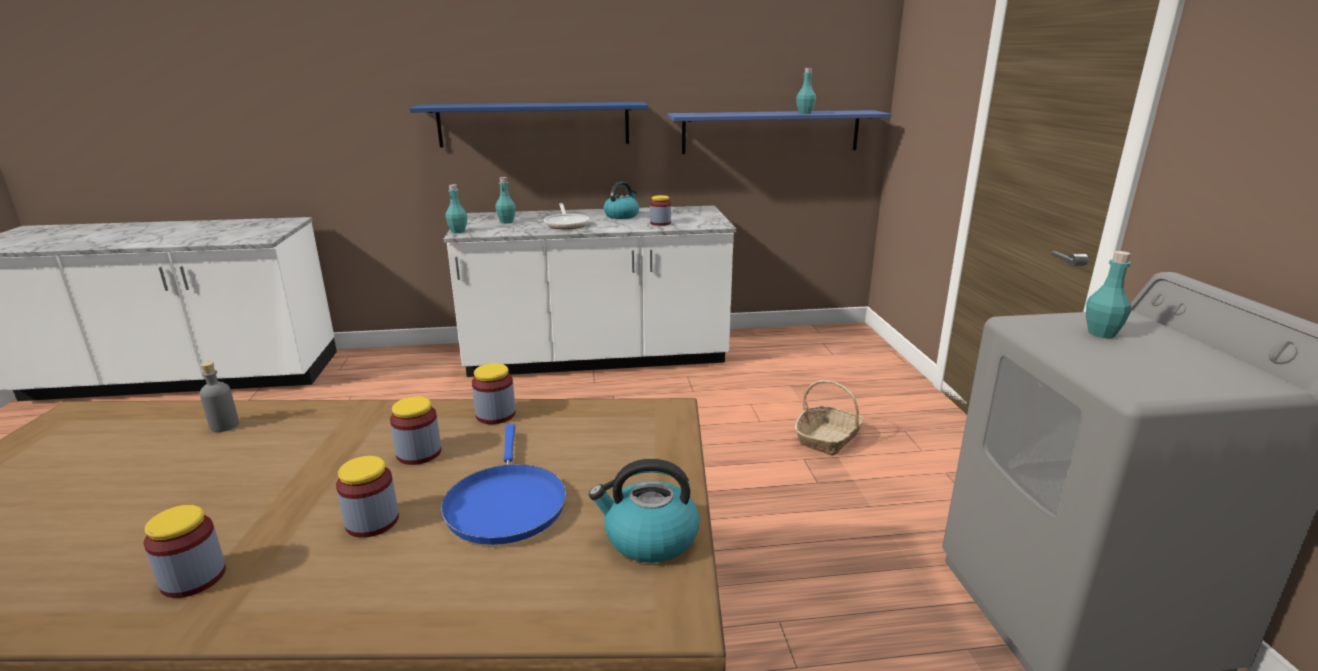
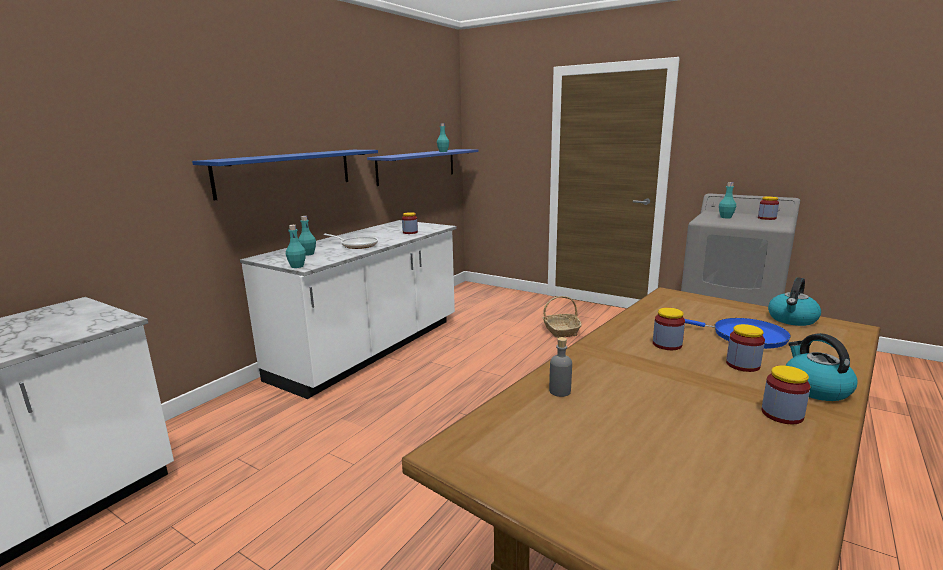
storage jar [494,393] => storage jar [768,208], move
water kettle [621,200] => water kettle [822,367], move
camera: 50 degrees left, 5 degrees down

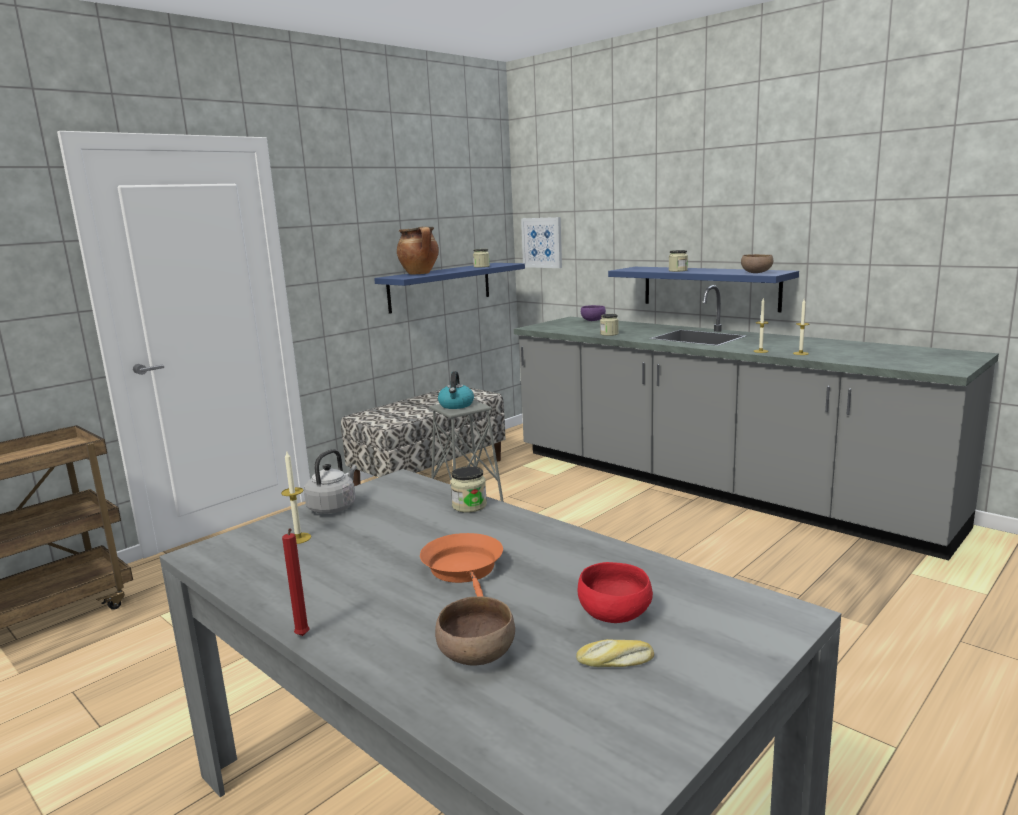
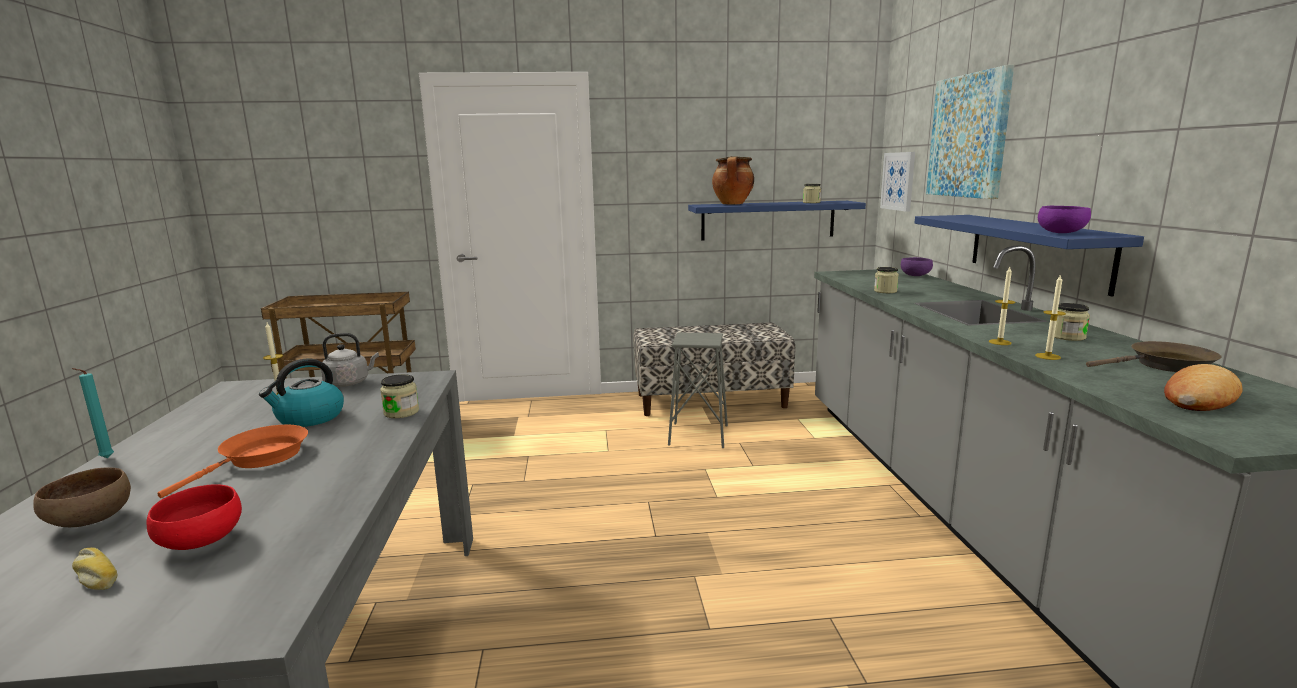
nothing => wall art [970,132]
nothing => brown pan [1154,356]
nothing => bakery bread [1203,387]
water kettle [456,390] => water kettle [301,393], move
storage jar [678,261] => storage jar [1072,322], move
red-coloured wax light [296,582] => turquoise wax light [93,413]
brown serving bowl [757,263] => purplish serving bowl [1064,219]
camera: 40 degrees right, 0 degrees up

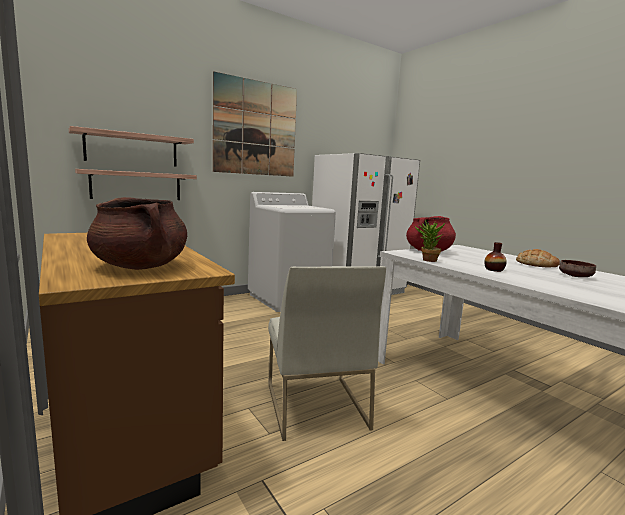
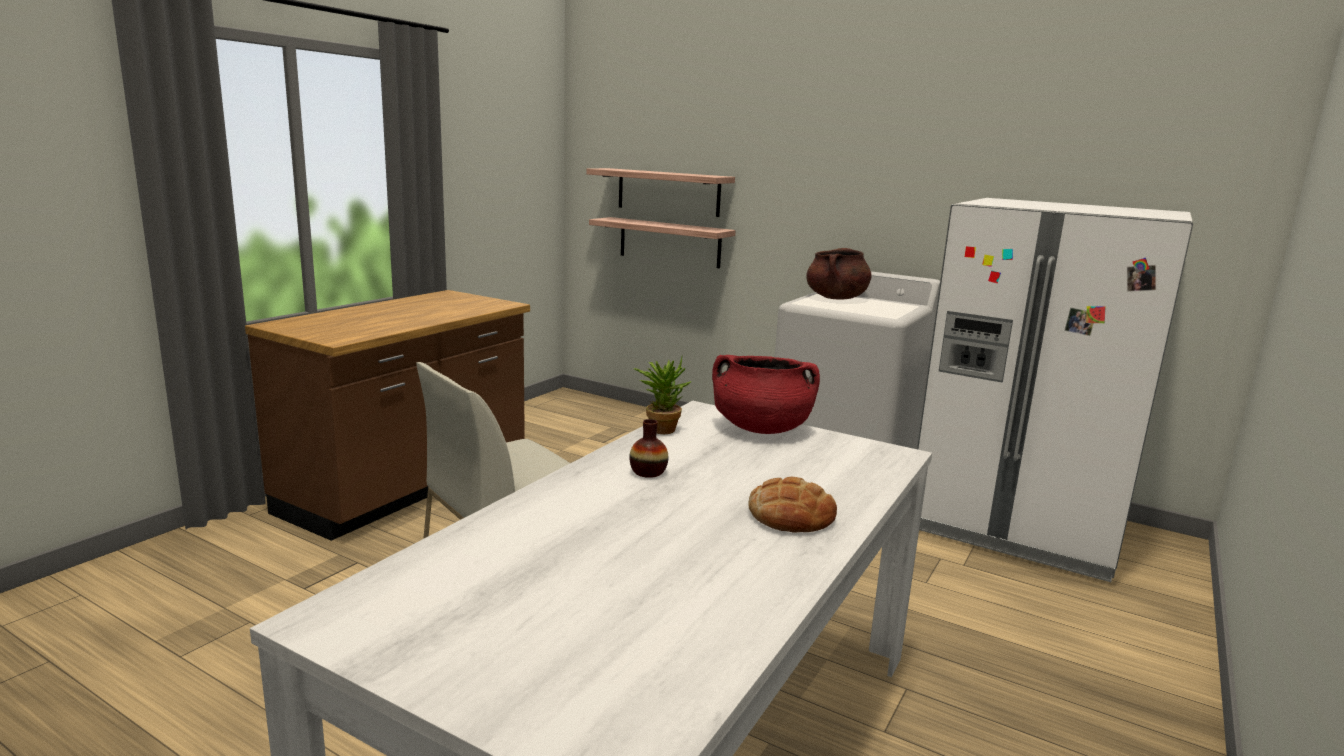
wall art [255,124] => nothing
brown serving bowl [577,268] => nothing
brown stockpot [137,233] => brown stockpot [839,273], move
camera: 65 degrees right, 5 degrees up

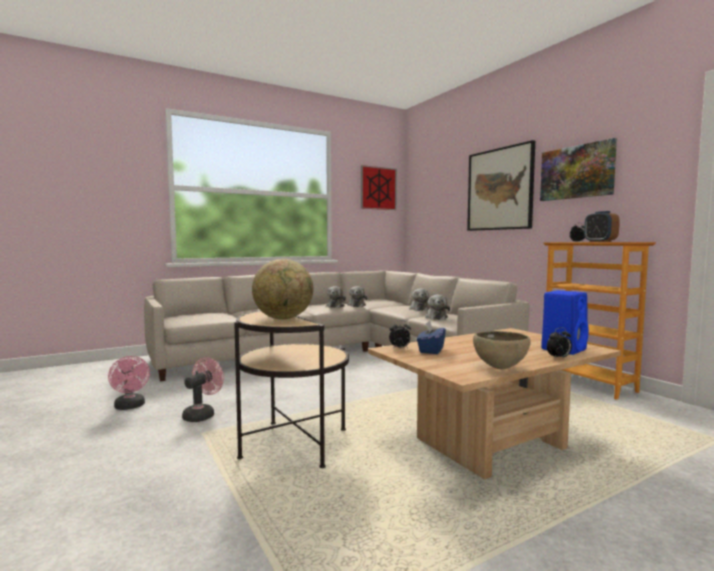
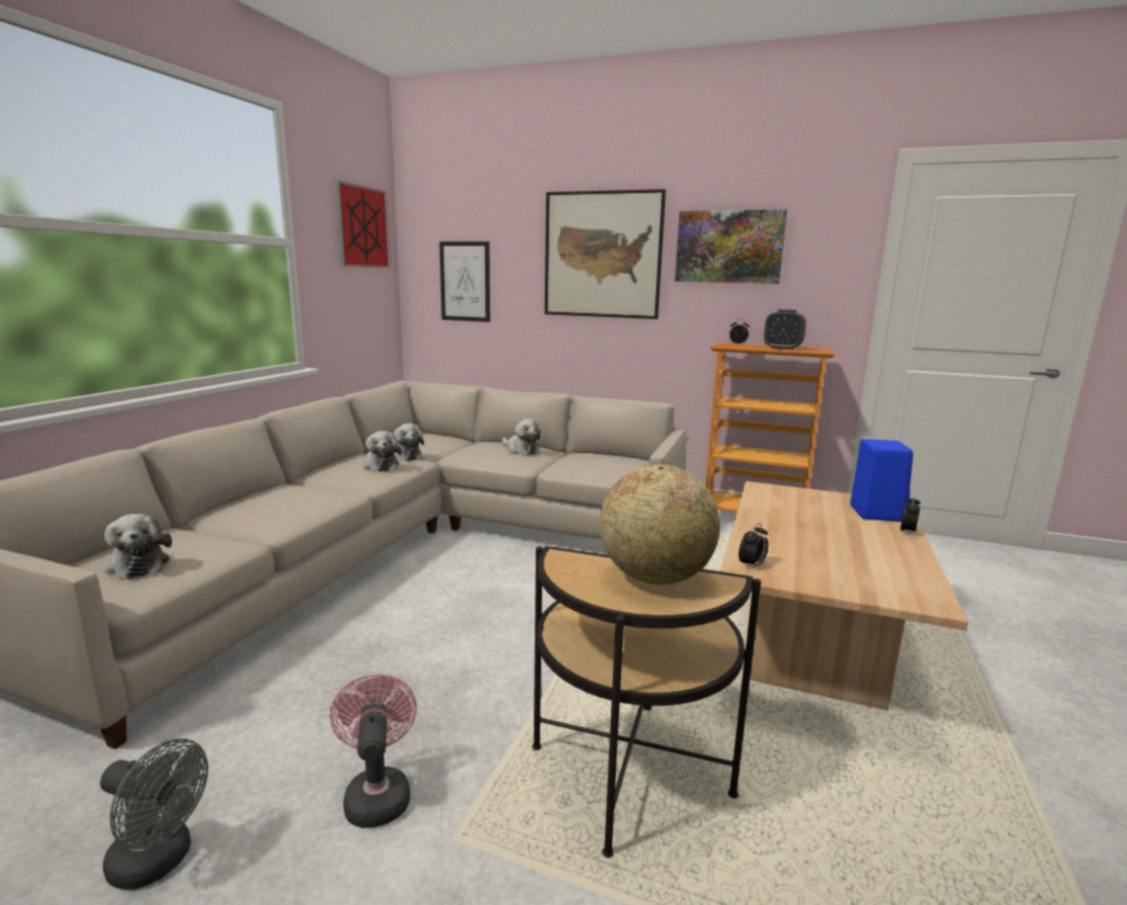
blue-coloured box of tissues [431,337] => nothing
brown serving bowl [502,350] => nothing
nothing => wall art [464,281]
plush toy [437,307] => plush toy [138,546], move
pink-coloured fan [129,383] => gray fan [154,814]
camera: 40 degrees left, 10 degrees up

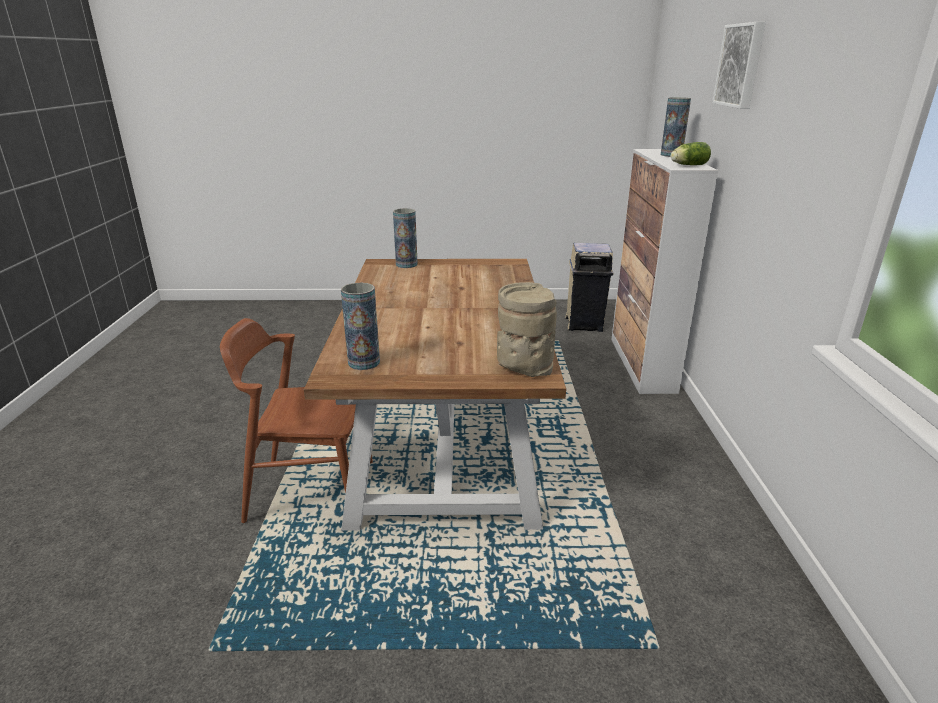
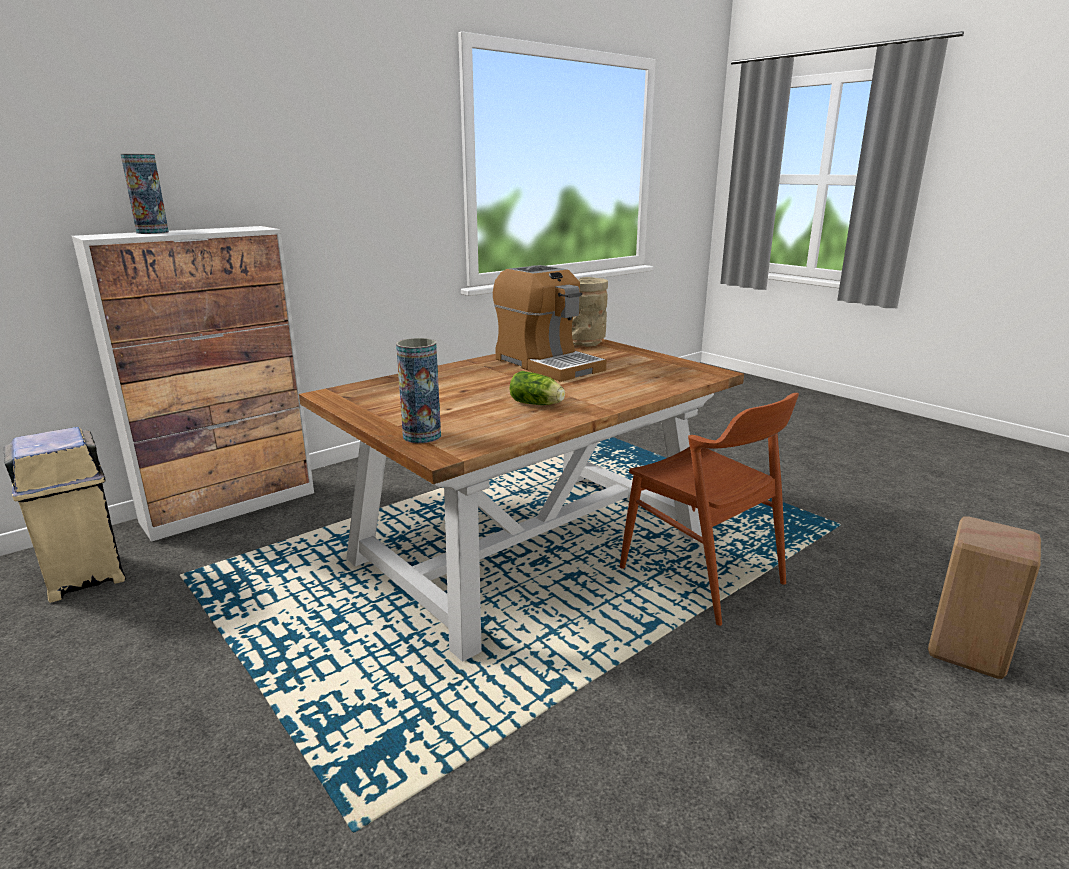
decorative vase [360,326] => nothing
wall art [739,65] => nothing
nothing => coffee brewer [549,323]
nothing => sand-coloured stool seat [984,598]
lettuce [691,153] => lettuce [537,388], move
camera: 130 degrees left, 5 degrees down

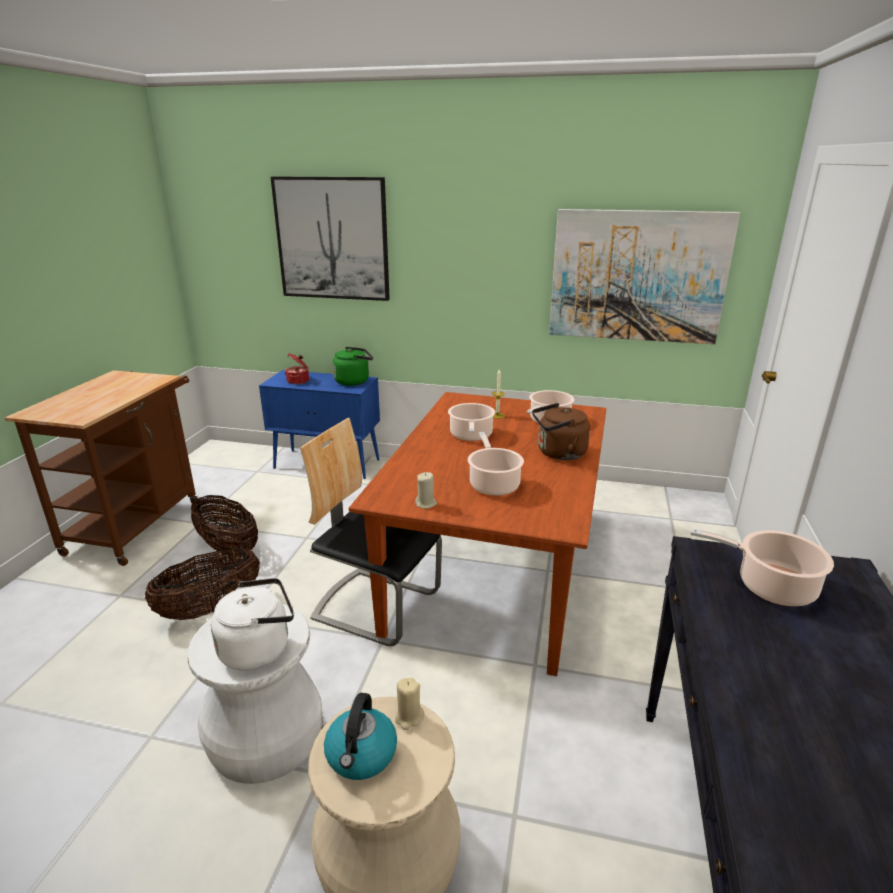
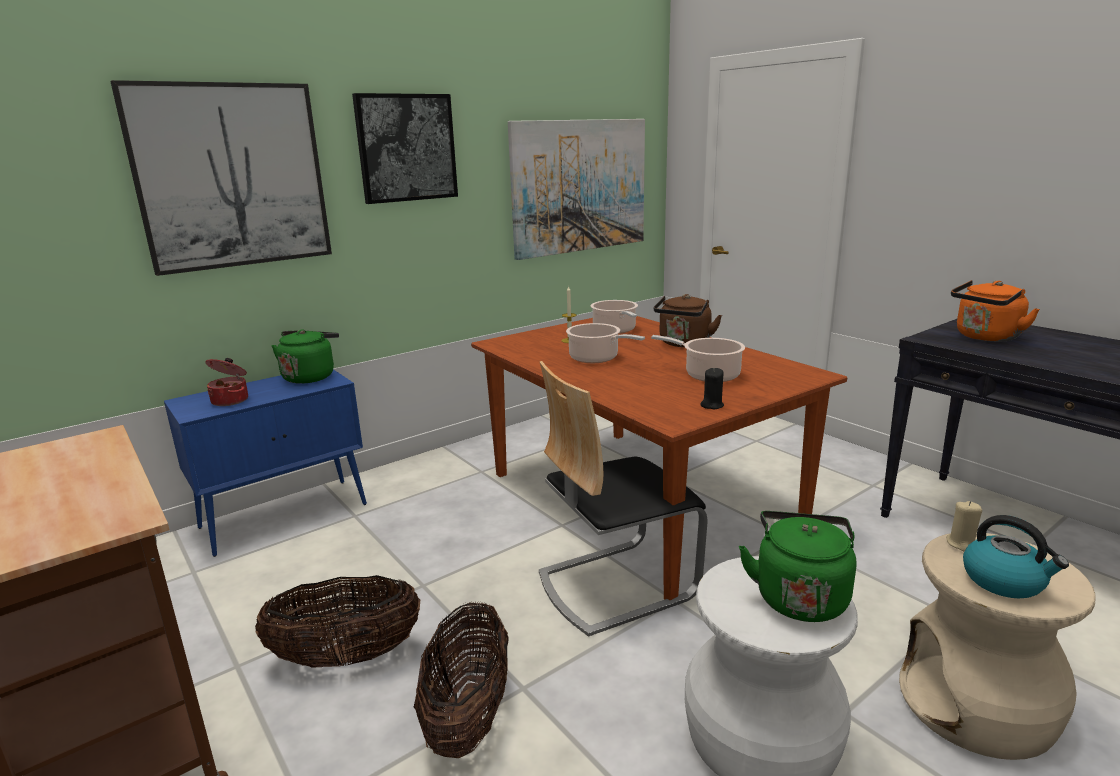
nothing => wall art [405,148]
stockpot [762,567] => orangey water kettle [995,311]
white water kettle [252,624] => green-coloured water kettle [798,566]
sand-coloured wax light [426,490] => black wax light [712,388]
camera: 50 degrees left, 5 degrees down

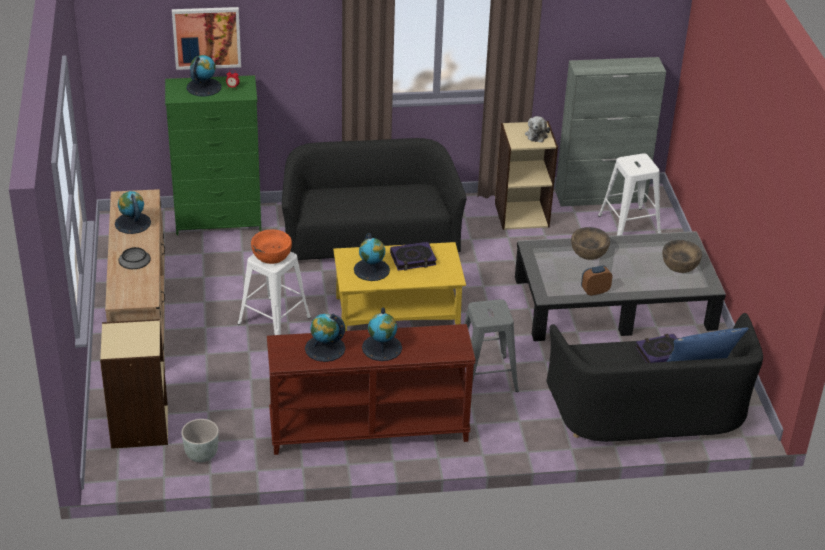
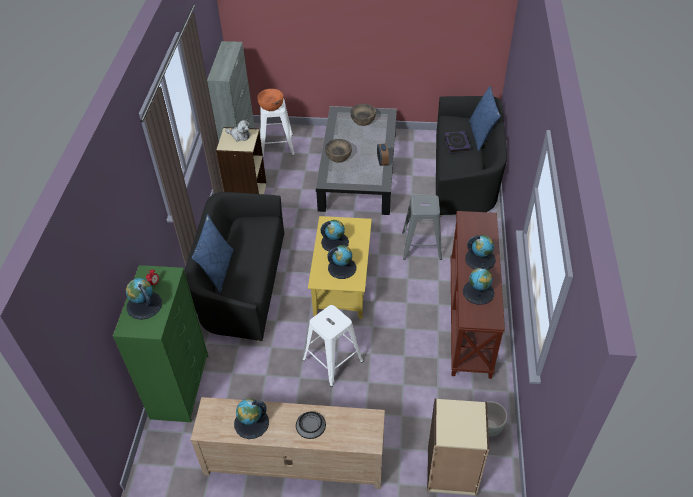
wall art [206,38] => nothing
nothing => blue-coloured throw pillow [213,253]
orangey serving bowl [271,246] => orangey serving bowl [270,100], move
volume [413,256] => globe [335,236]
camera: 75 degrees left, 10 degrees up

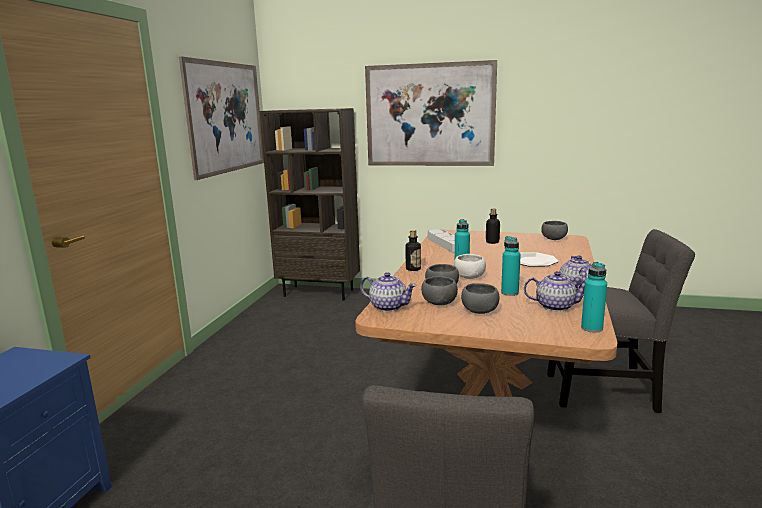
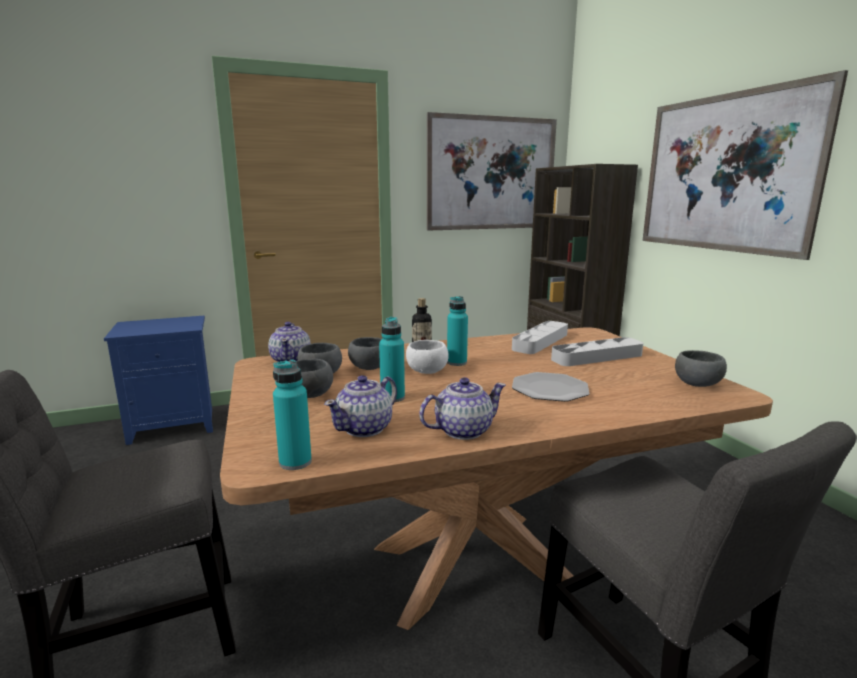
beverage bottle [493,226] => gray tray [597,351]
tea pot [554,291] => tea pot [360,406], 60 degrees clockwise
camera: 55 degrees right, 0 degrees up

